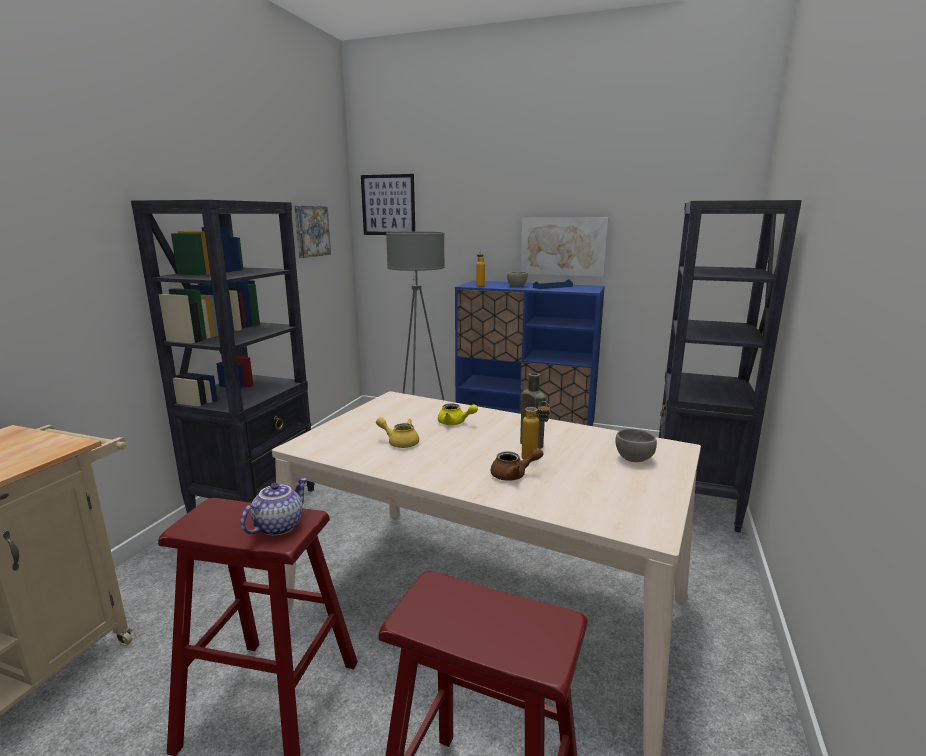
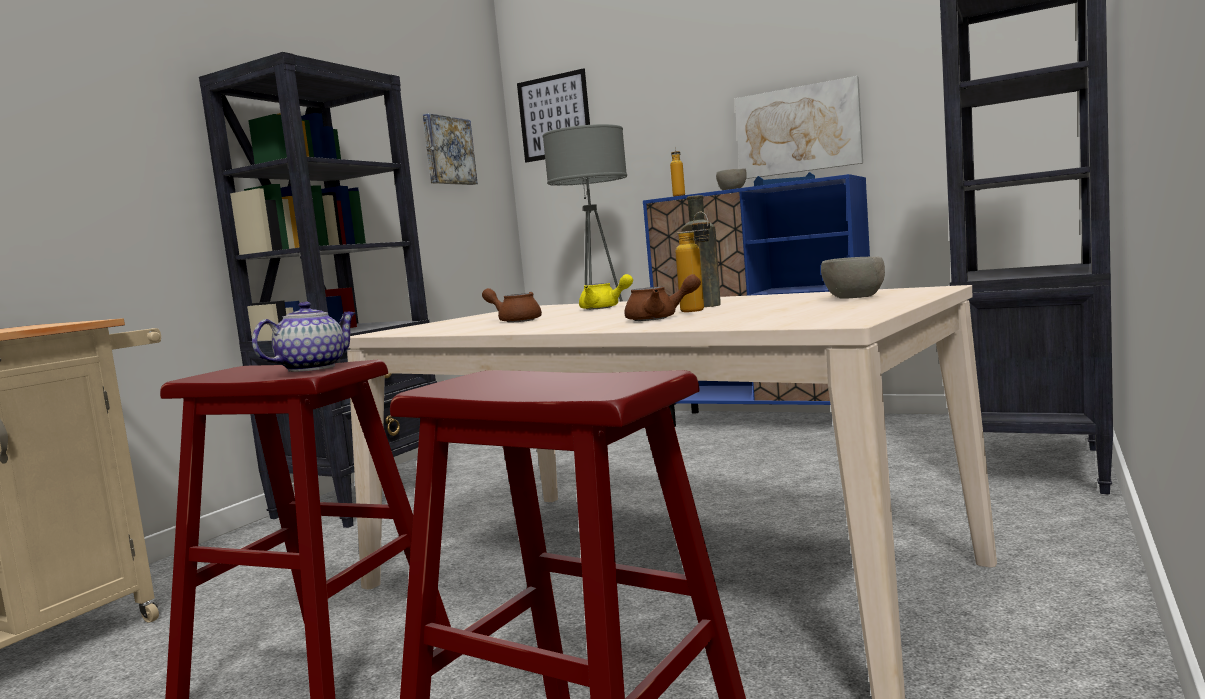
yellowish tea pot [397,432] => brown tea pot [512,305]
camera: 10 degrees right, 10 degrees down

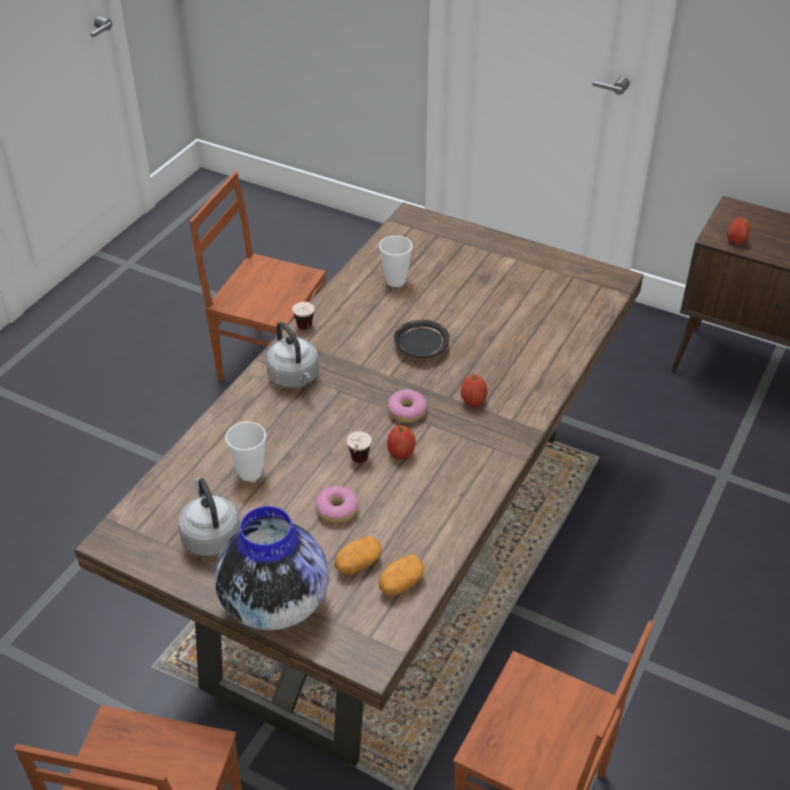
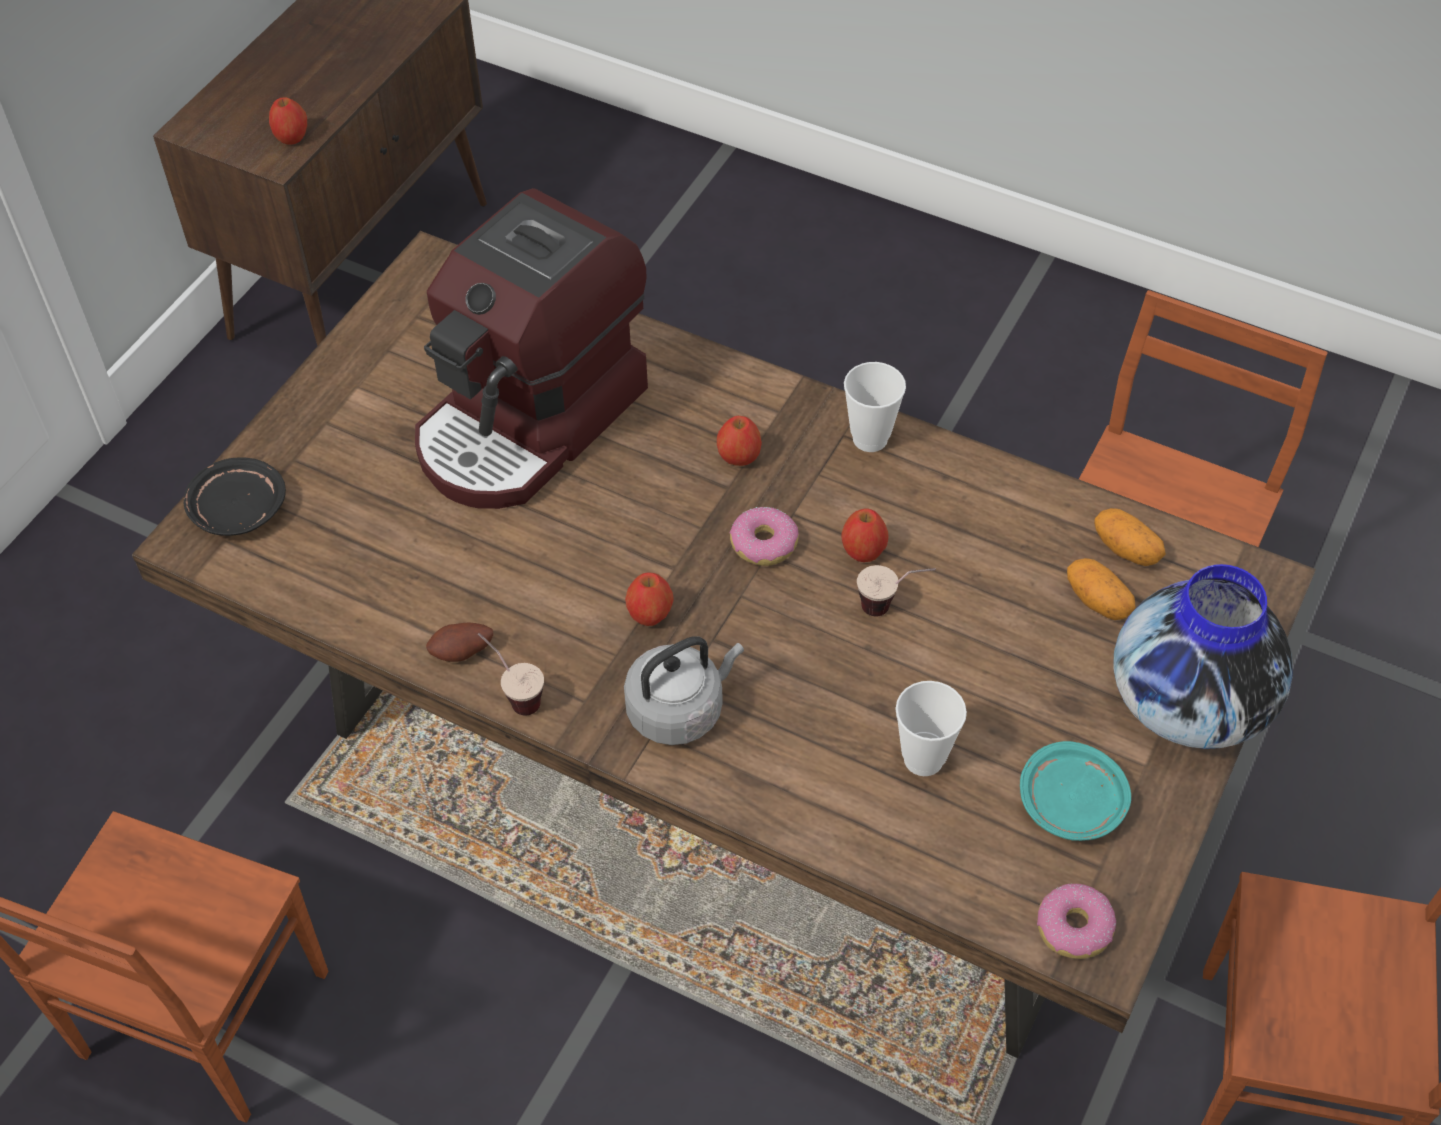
nothing => coffee brewer [531,348]
nothing => spud [459,642]
nothing => apple [649,599]
doughnut [337,504] => doughnut [1076,921], move
small cup [396,261] => small cup [875,407], move
black plate [421,339] => black plate [235,496], move
gray water kettle [209,517] => turquoise plate [1075,791]
camera: 90 degrees left, 10 degrees up

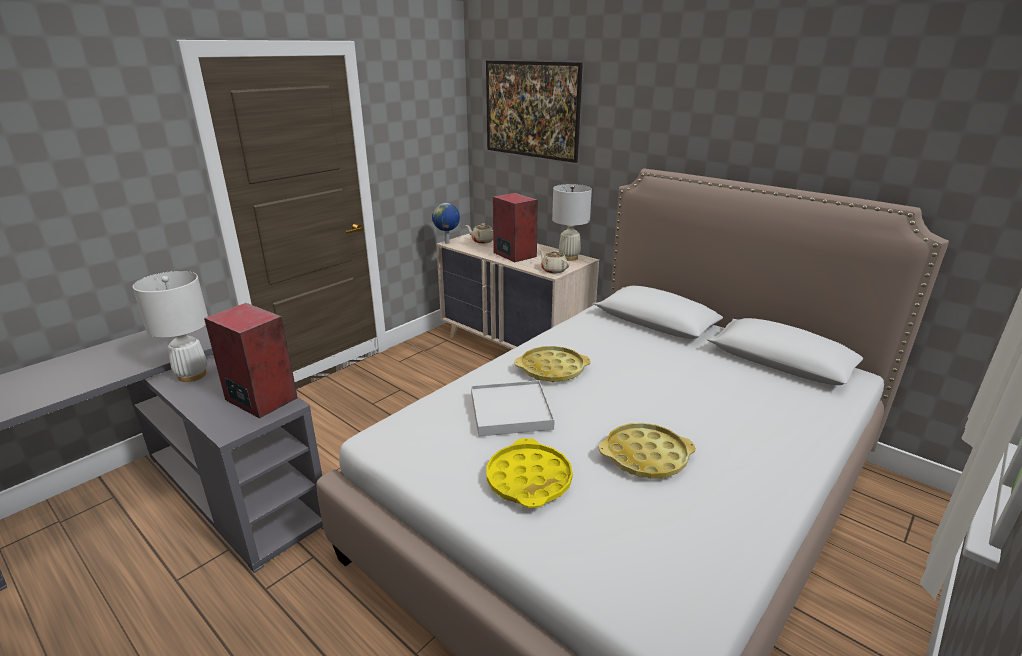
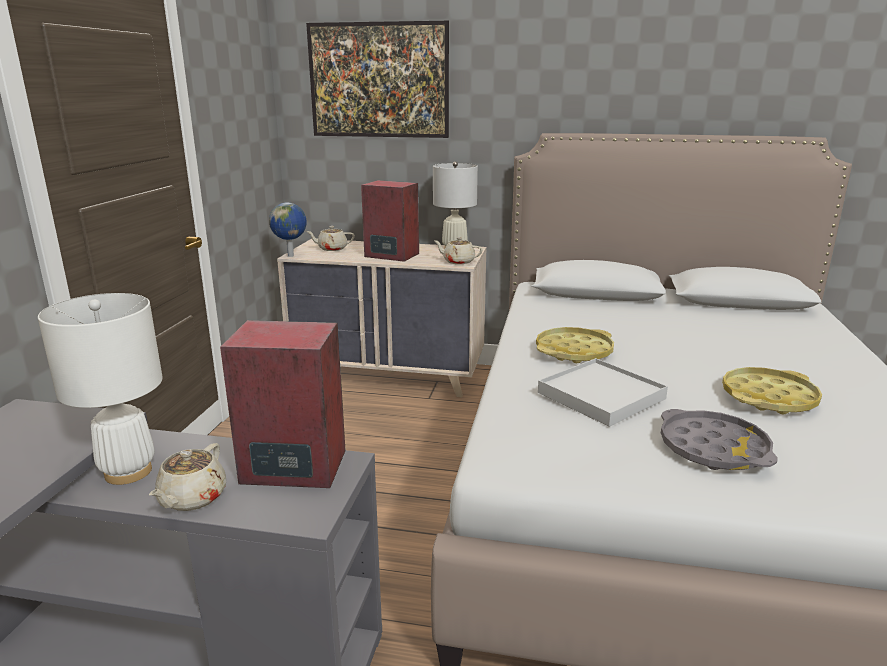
nothing => sand-coloured tea pot [187,477]
yellowish tray [529,473] => gray tray [719,439]
camera: 30 degrees left, 5 degrees down

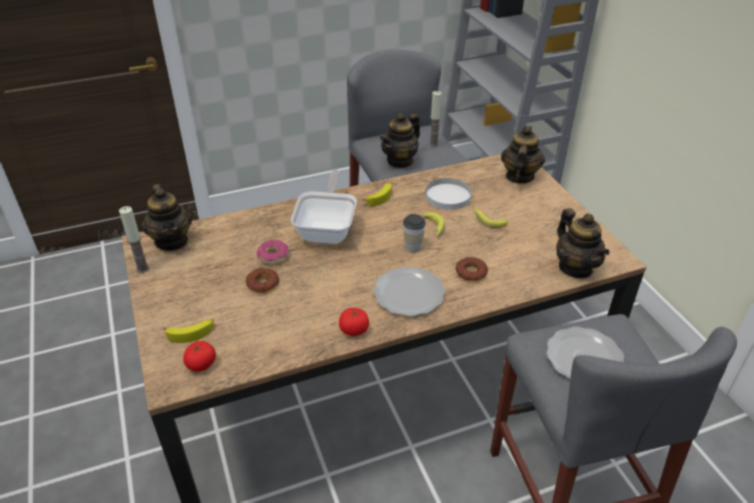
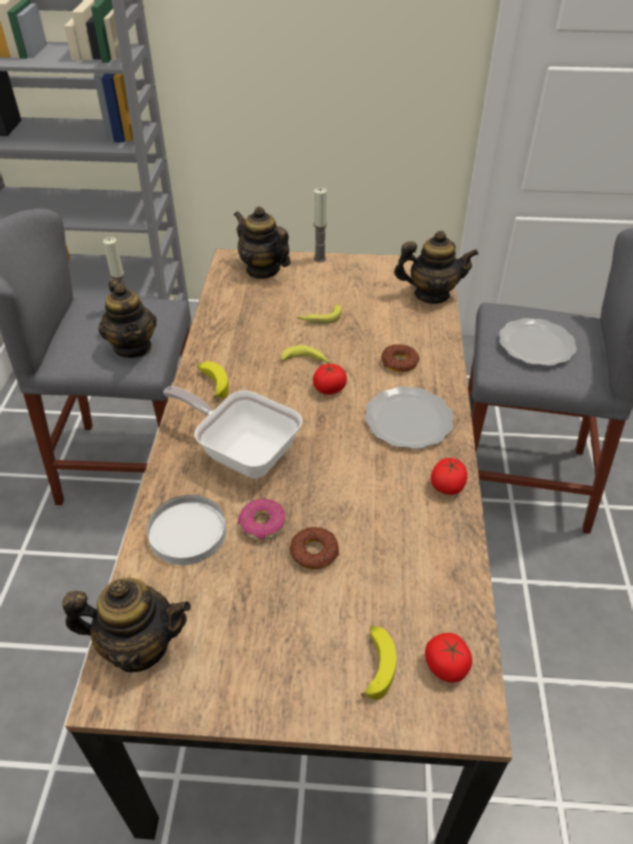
wax light [134,239] => wax light [320,225], move
white plate [449,194] => white plate [186,530], move
small cup [414,233] => tomato [330,379]
camera: 65 degrees left, 5 degrees up

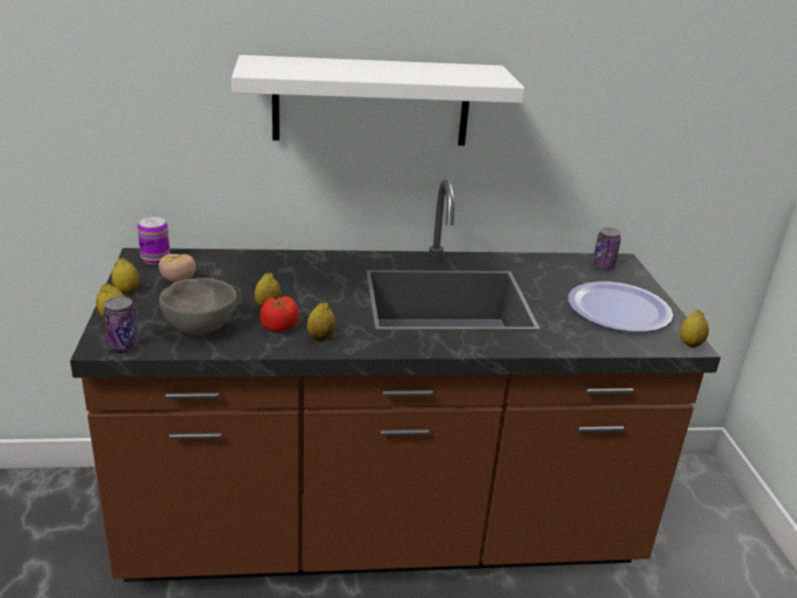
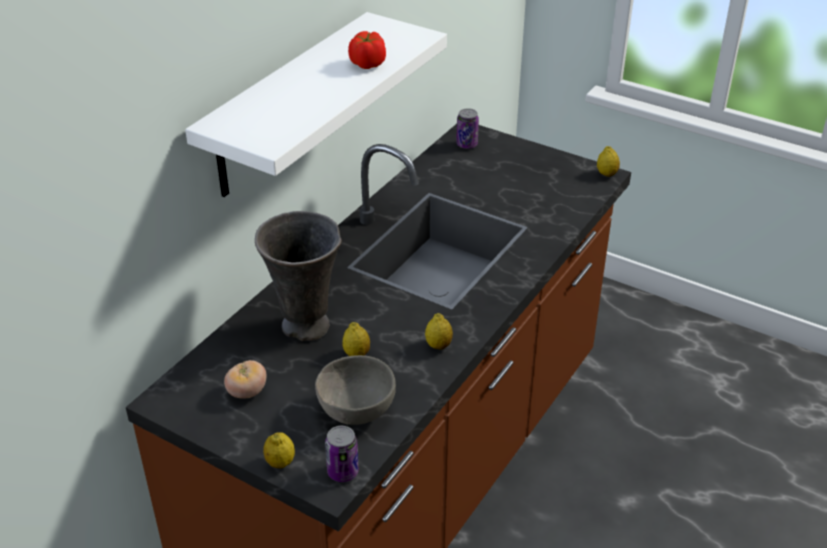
whole lemon [126,275] => nothing
metal can [154,241] => nothing
plate [620,307] => nothing
nothing => gray decorative vase [298,276]
tomato [279,314] => tomato [367,50], move
camera: 50 degrees left, 10 degrees up

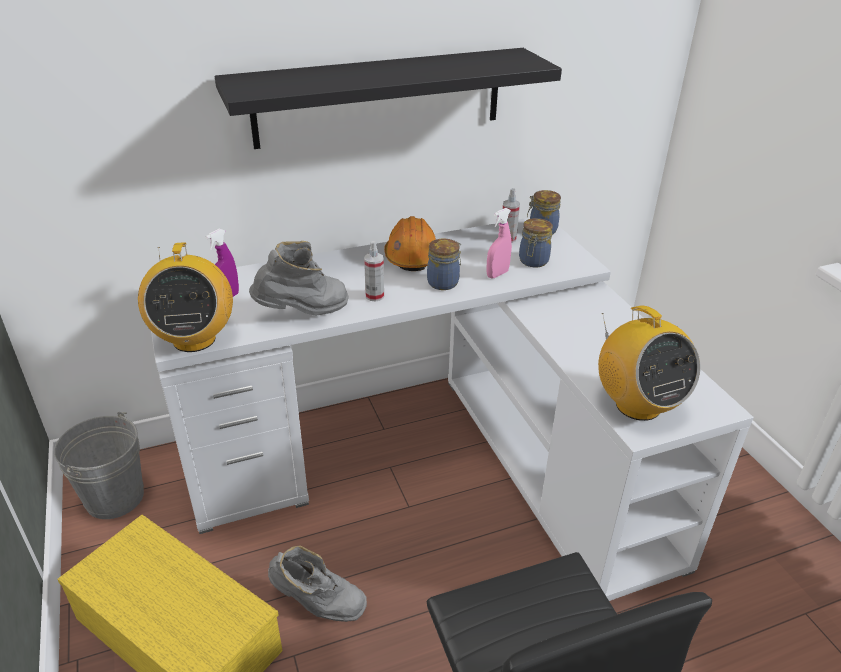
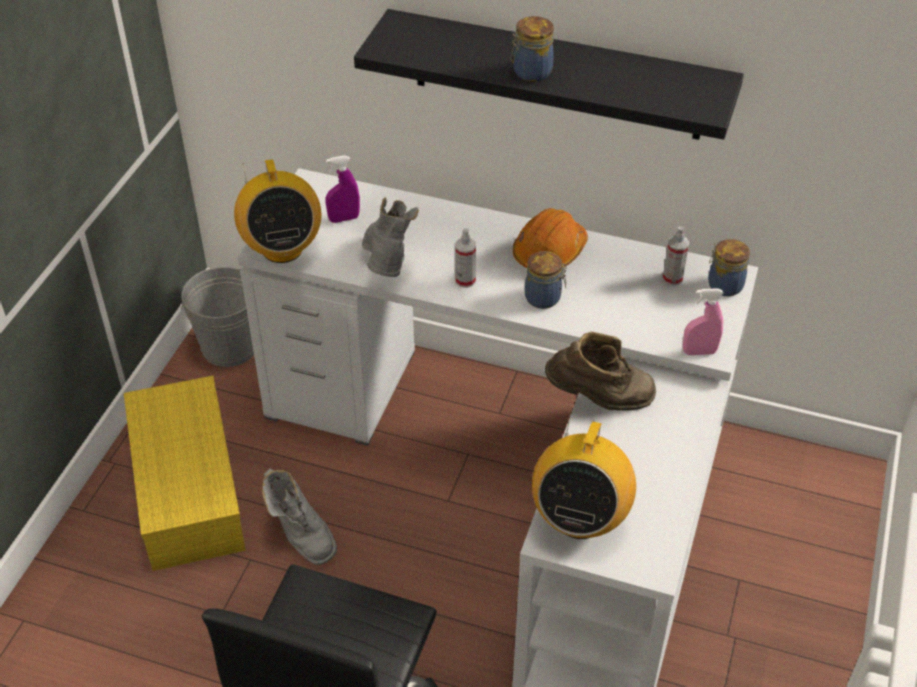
nothing => brown boot [600,371]
pink-coloured sprayer [499,243] => pink-coloured sprayer [703,321], move
storage jar [536,242] => storage jar [532,48], move
radio set [185,297] => radio set [277,211], 45 degrees counterclockwise
gray boot [299,278] => gray boot [390,237], 105 degrees counterclockwise
camera: 40 degrees right, 10 degrees up

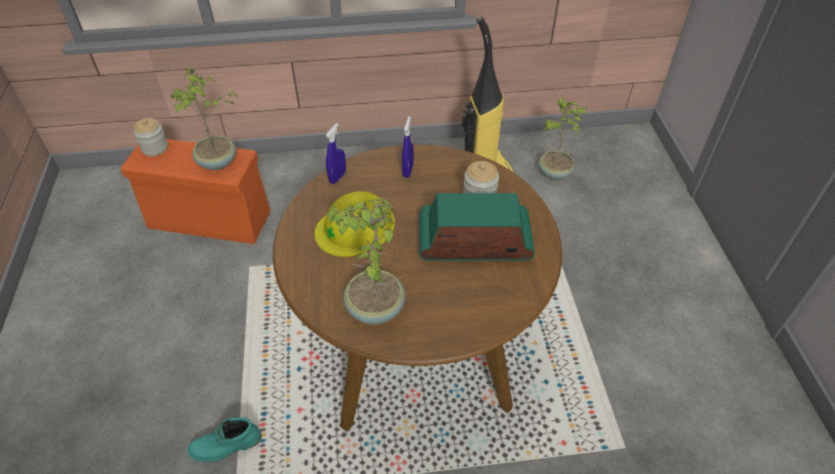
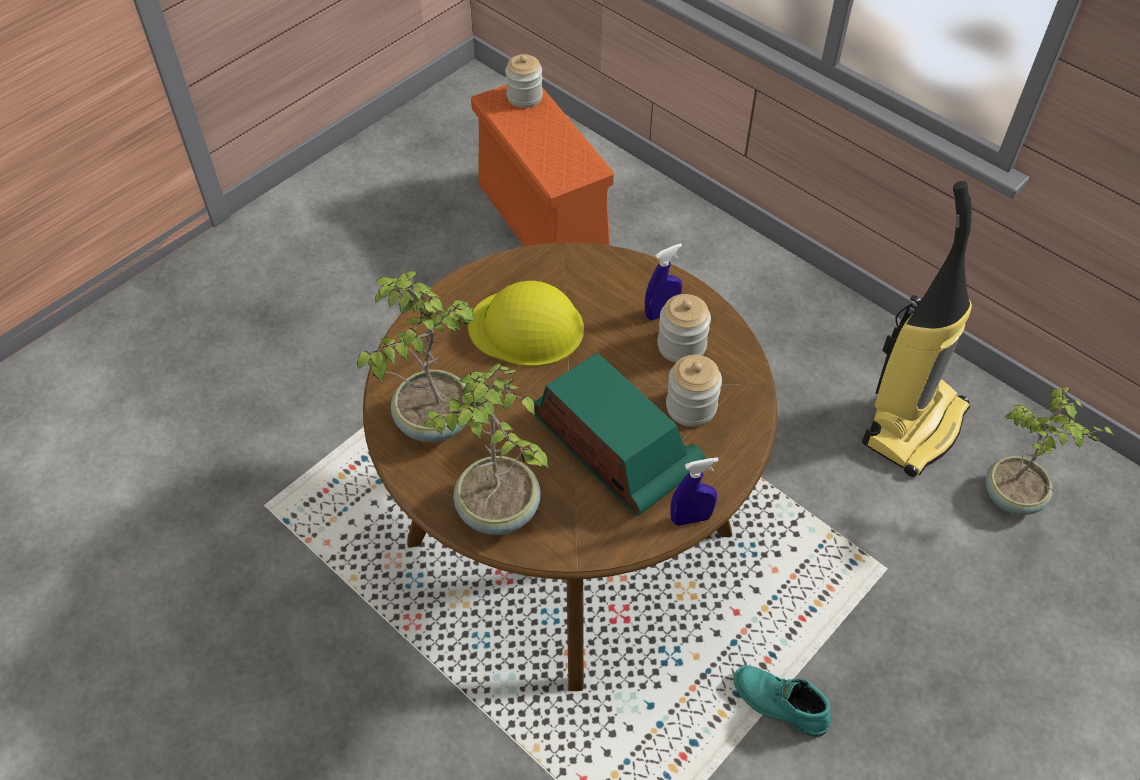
nothing => storage jar [684,328]
plant in a pot [204,119] => plant in a pot [485,449], move
turquoise boot [224,439] => turquoise boot [782,701], move
blue-coloured sprayer [336,153] => blue-coloured sprayer [694,491], move
camera: 50 degrees right, 5 degrees up

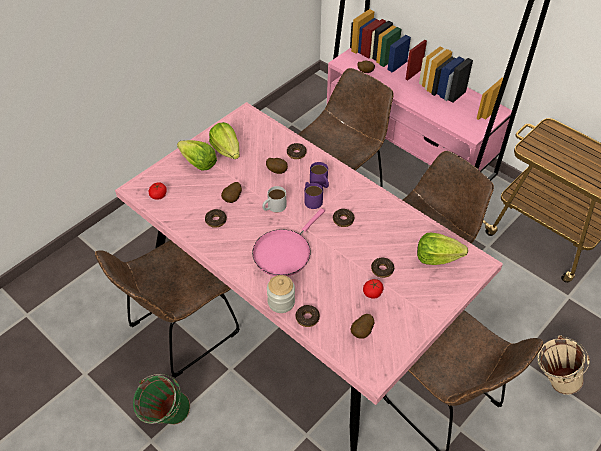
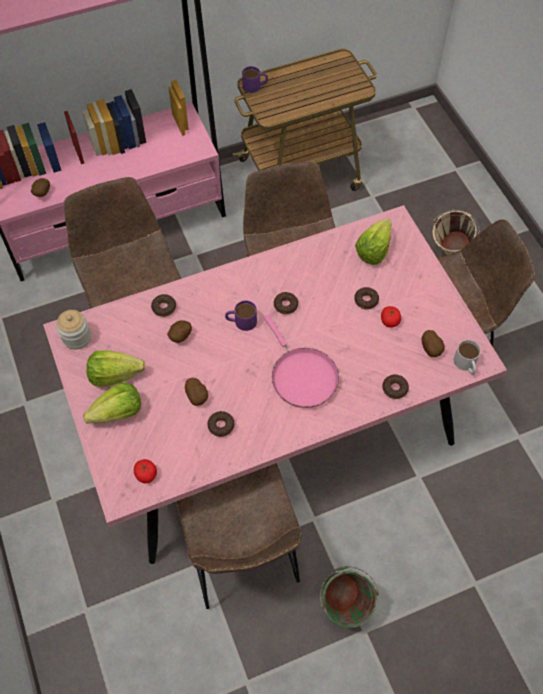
white mug [274,199] => white mug [467,357], move
storage jar [281,294] => storage jar [73,329], move
purplish mug [319,175] => purplish mug [255,79], move
camera: 65 degrees left, 10 degrees up

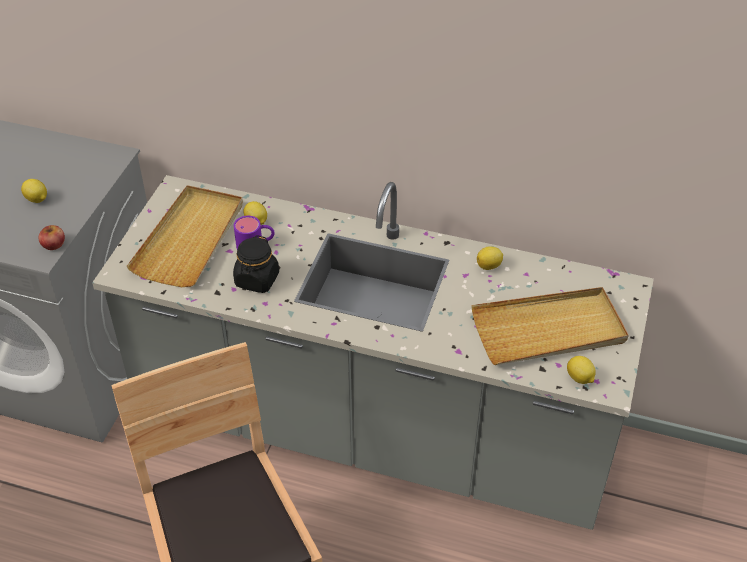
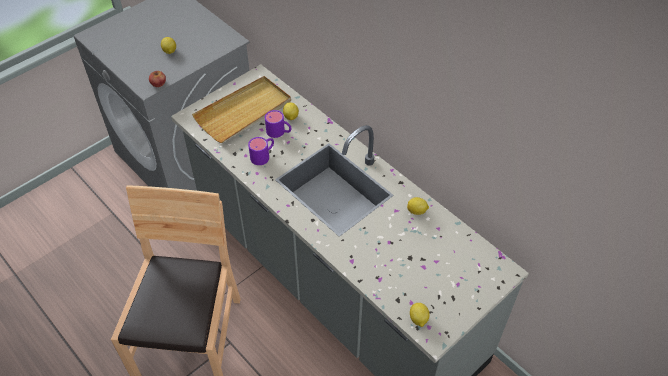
sand-coloured tray [550,326] => nothing
black storage jar [256,264] => purplish mug [261,151]
camera: 30 degrees right, 5 degrees up

